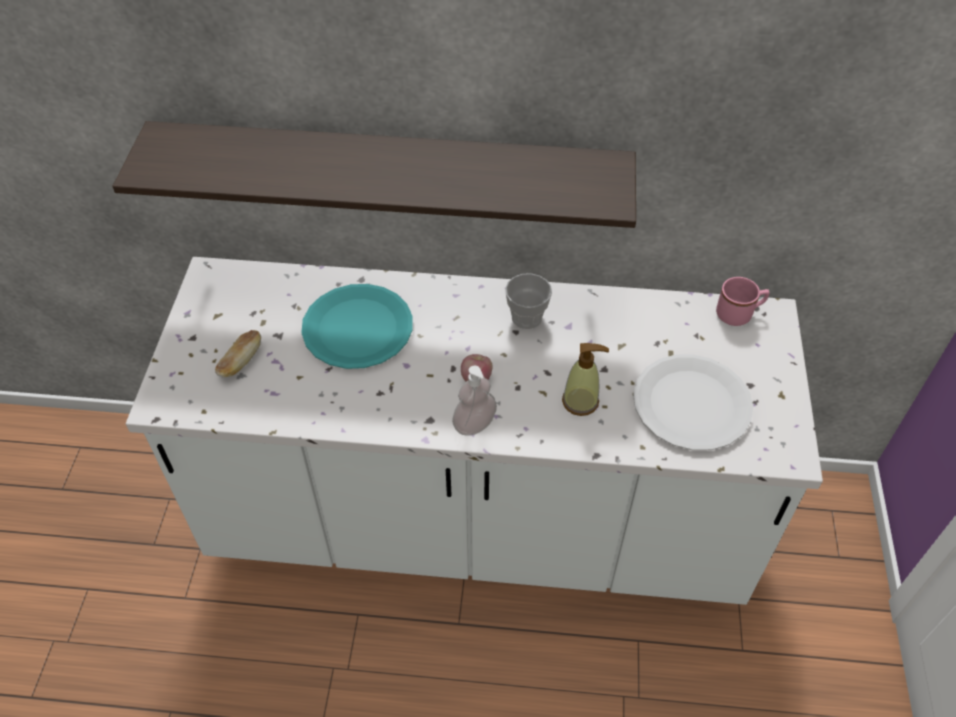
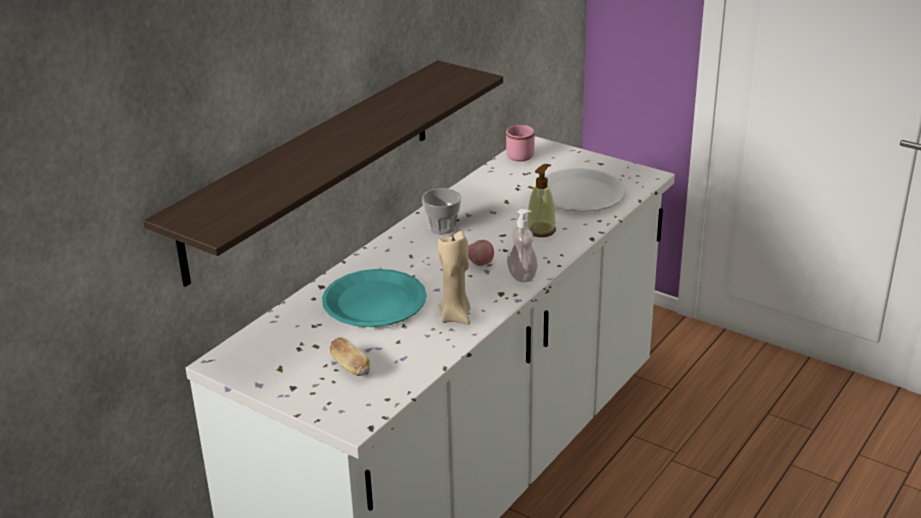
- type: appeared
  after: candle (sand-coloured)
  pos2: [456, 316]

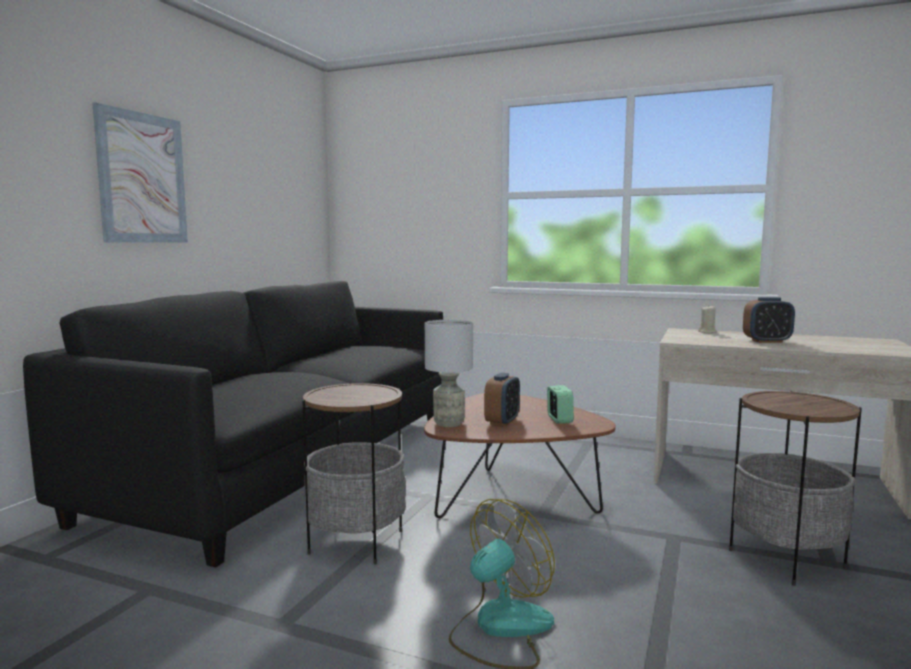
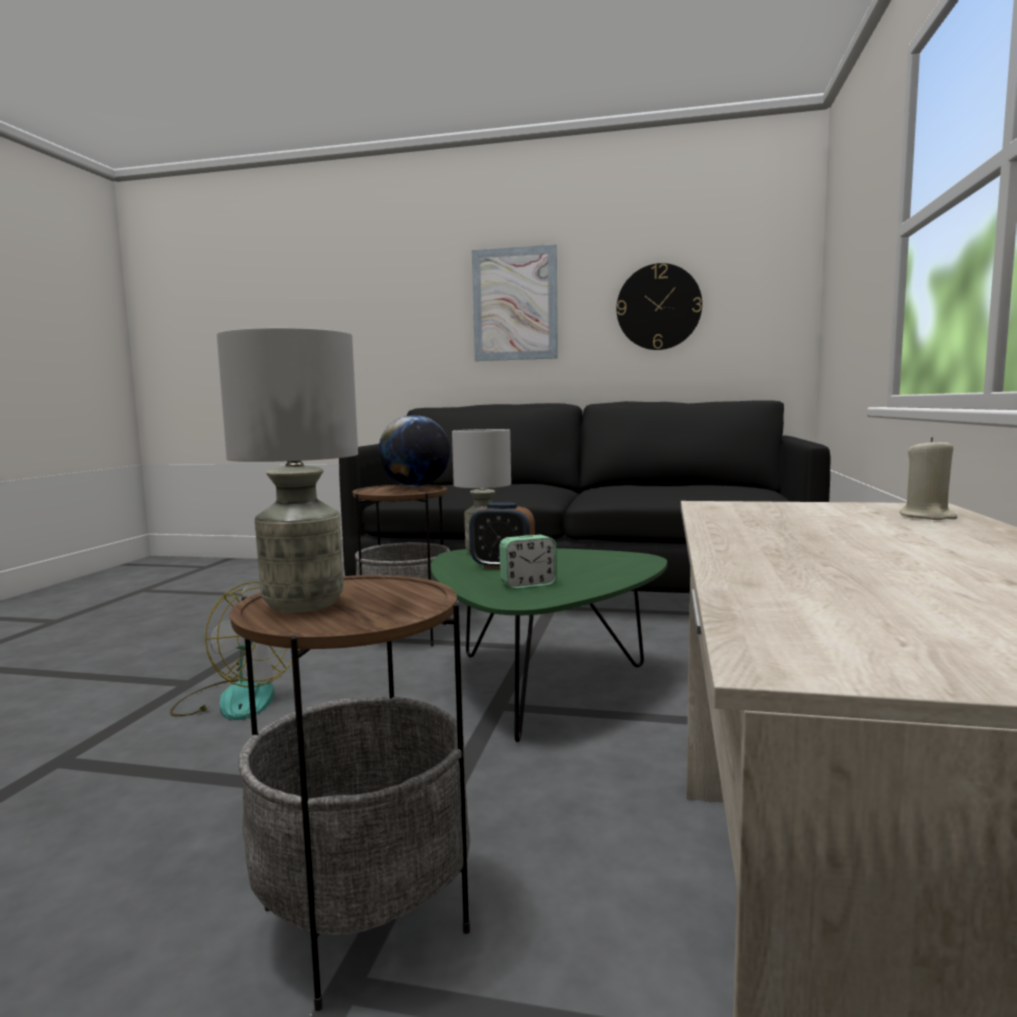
- type: missing
  before: table clock
  pos1: [767, 341]
- type: appeared
  after: table lamp (grey)
  pos2: [302, 603]
- type: appeared
  after: world globe
  pos2: [416, 486]
- type: appeared
  after: wall clock
  pos2: [658, 307]
- type: colour
  before: low table (brown-coloured)
  after: low table (green)
  pos1: [511, 499]
  pos2: [541, 686]

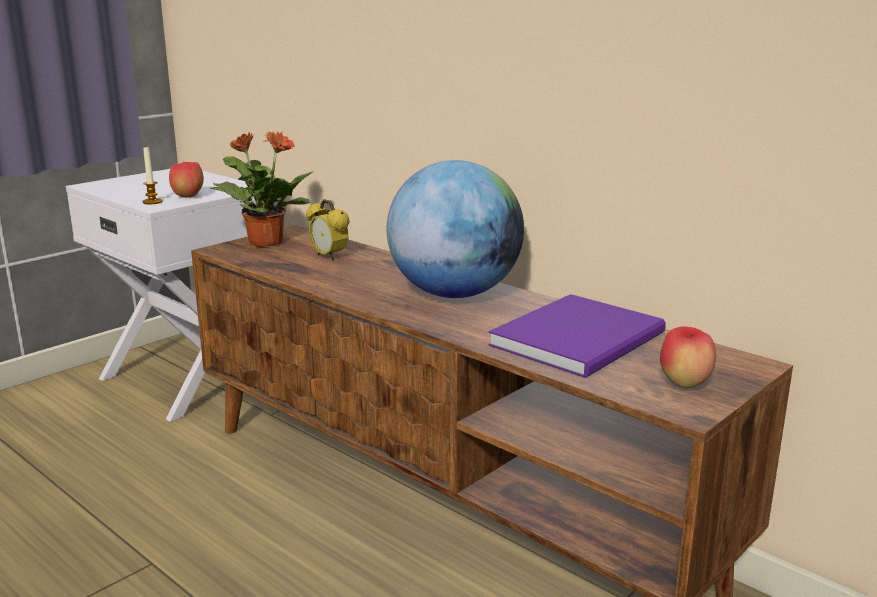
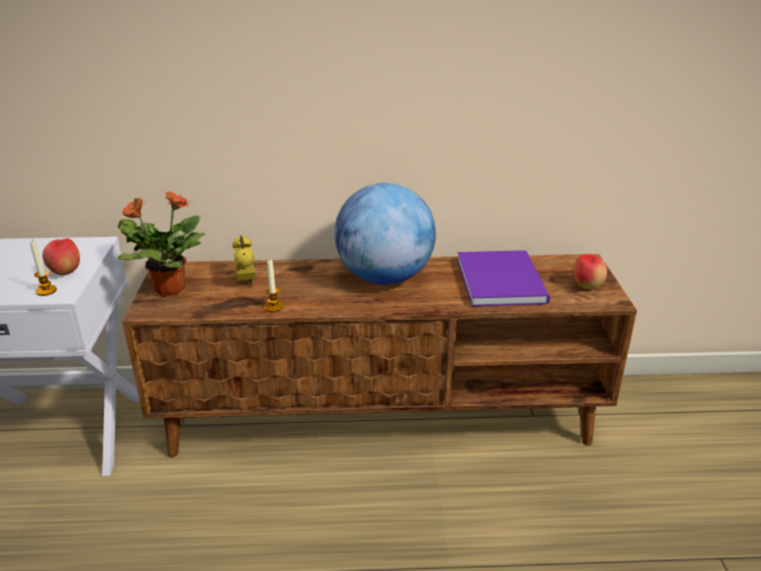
- type: appeared
  after: candle
  pos2: [274, 307]
- type: spun
  before: table clock
  pos1: [329, 257]
  pos2: [246, 282]
  turn: -105

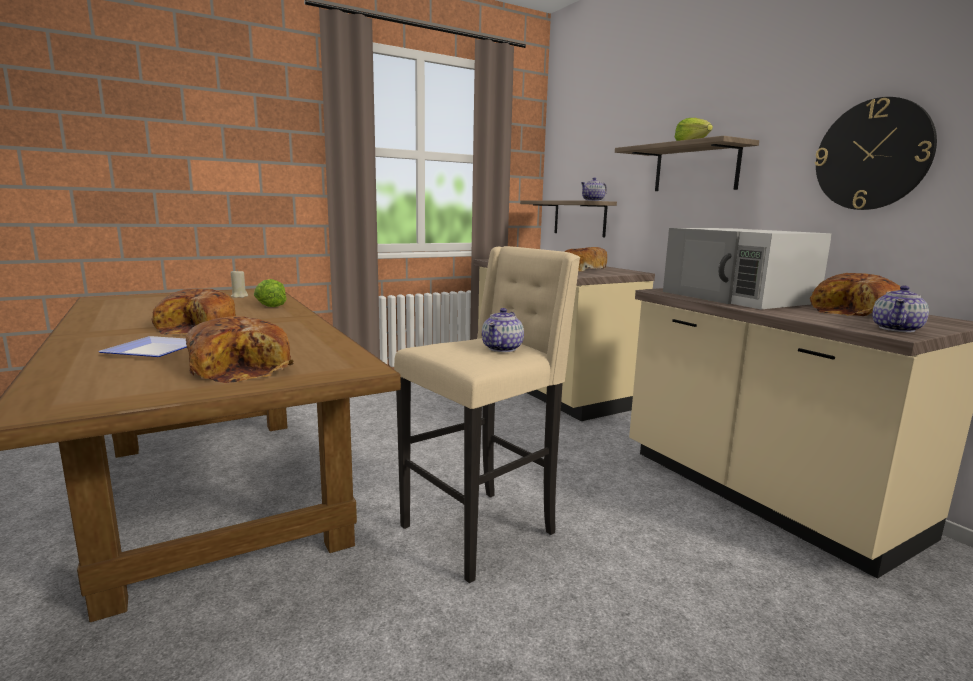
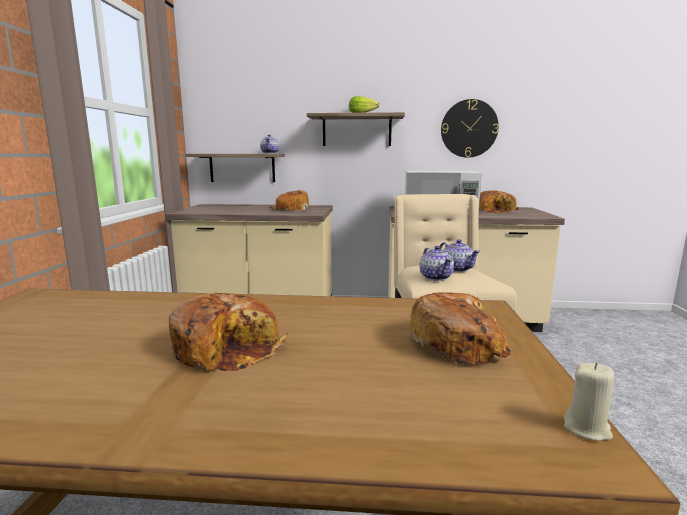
- type: missing
  before: dinner plate
  pos1: [150, 351]
- type: missing
  before: lettuce head
  pos1: [270, 305]
- type: relocated
  before: candle (sand-coloured)
  pos1: [239, 296]
  pos2: [587, 429]
- type: relocated
  before: tea pot
  pos1: [897, 329]
  pos2: [436, 277]

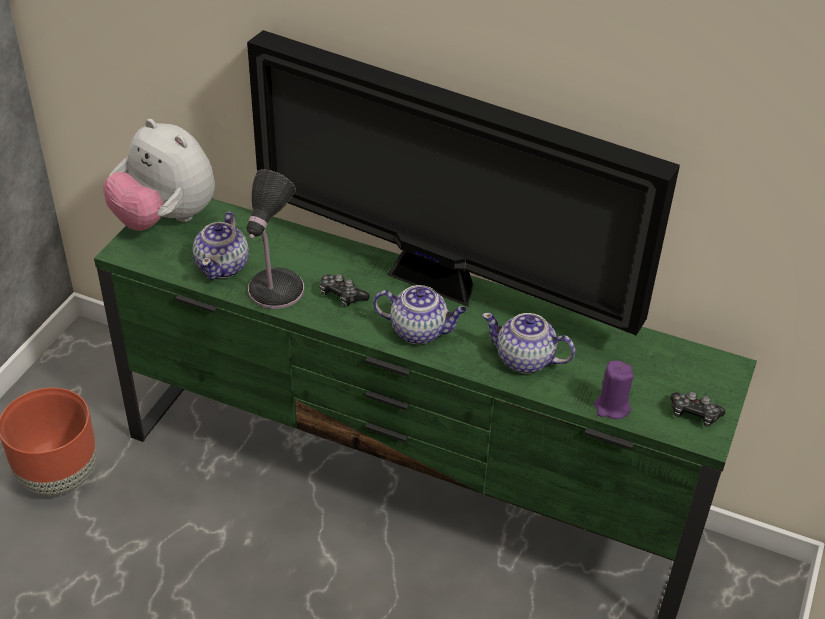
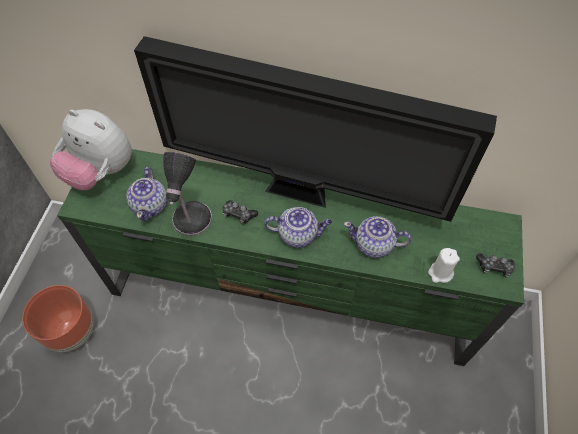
- type: colour
  before: candle (purple-coloured)
  after: candle (white)
  pos1: [611, 407]
  pos2: [440, 273]

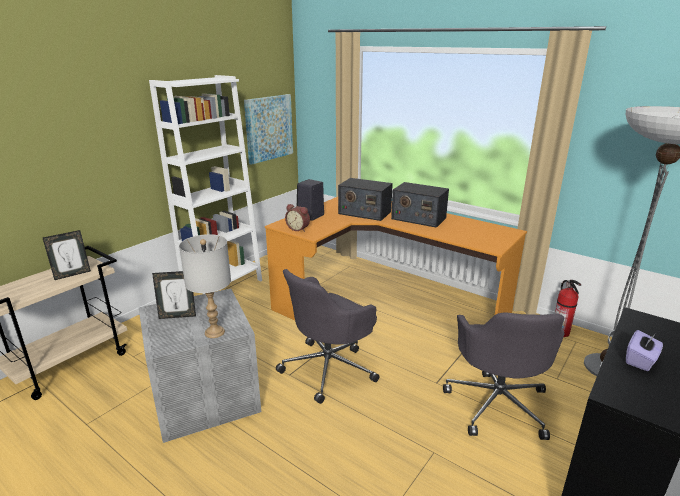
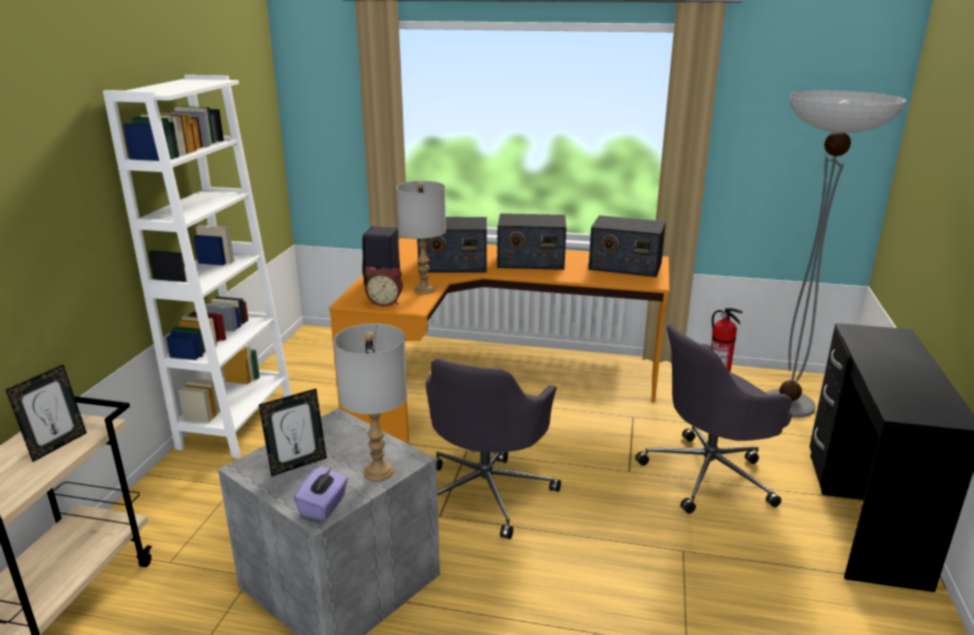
- type: missing
  before: wall art
  pos1: [268, 128]
- type: appeared
  after: table lamp (grey)
  pos2: [424, 290]
- type: appeared
  after: radio
  pos2: [624, 266]
- type: relocated
  before: tissue holder (purple-coloured)
  pos1: [640, 360]
  pos2: [324, 506]
- type: spun
  before: office chair (grey)
  pos1: [497, 403]
  pos2: [710, 474]
  turn: 90

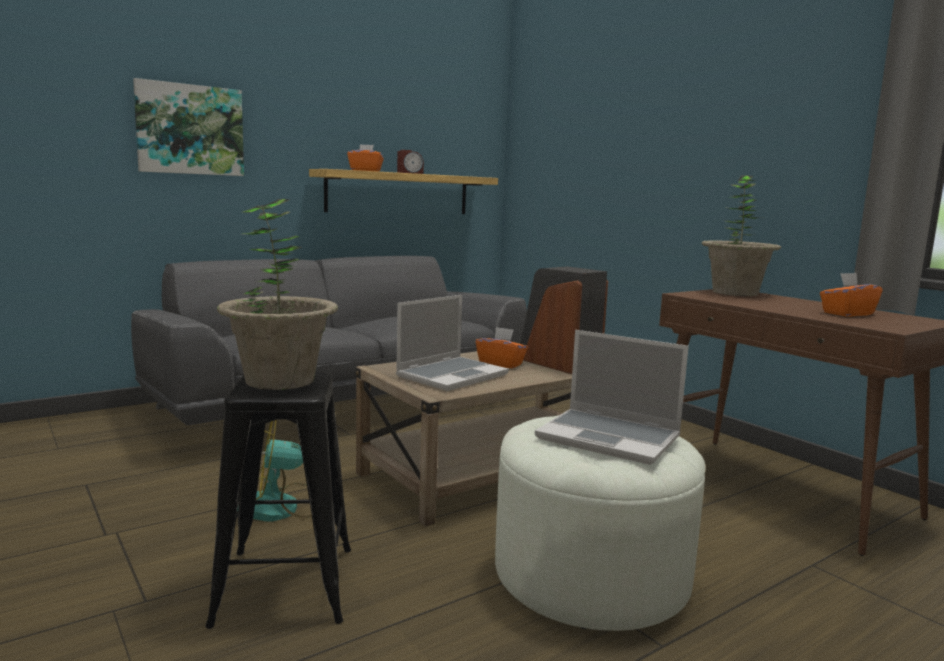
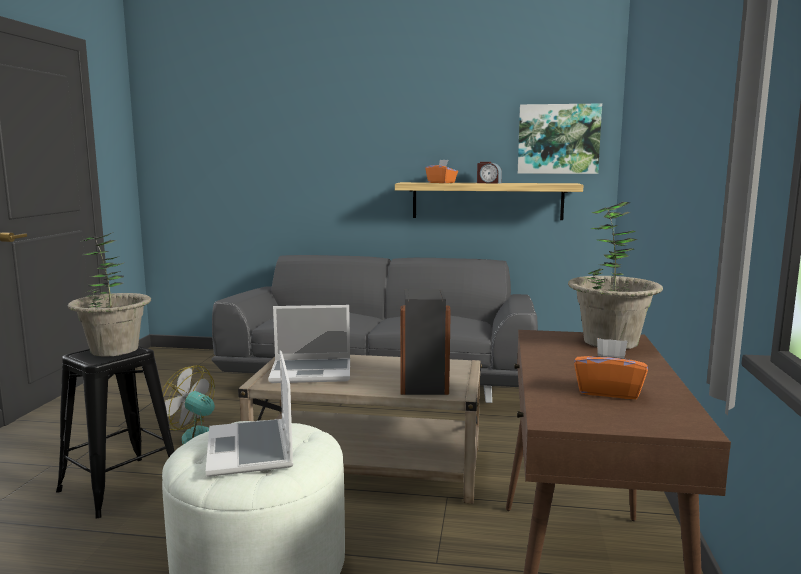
- type: missing
  before: tissue holder (orange-coloured)
  pos1: [501, 364]
- type: relocated
  before: wall art
  pos1: [190, 130]
  pos2: [558, 139]

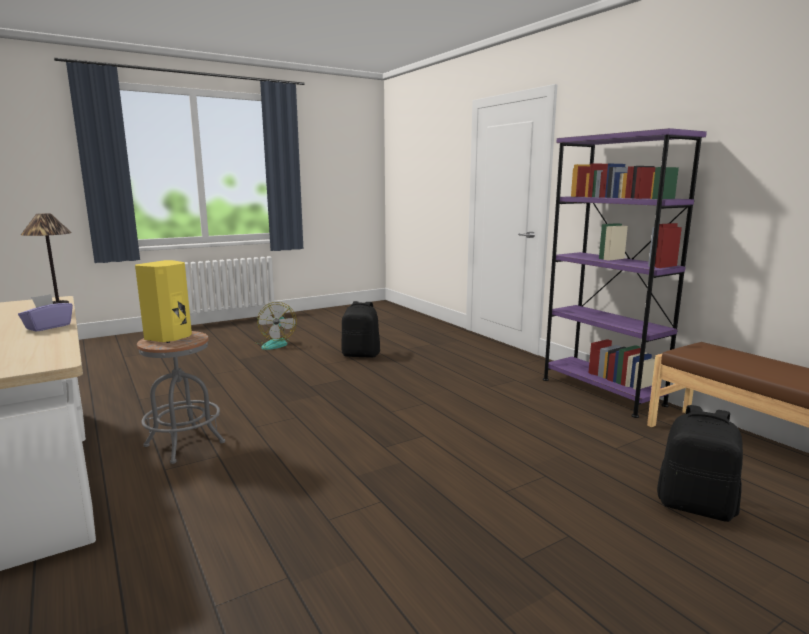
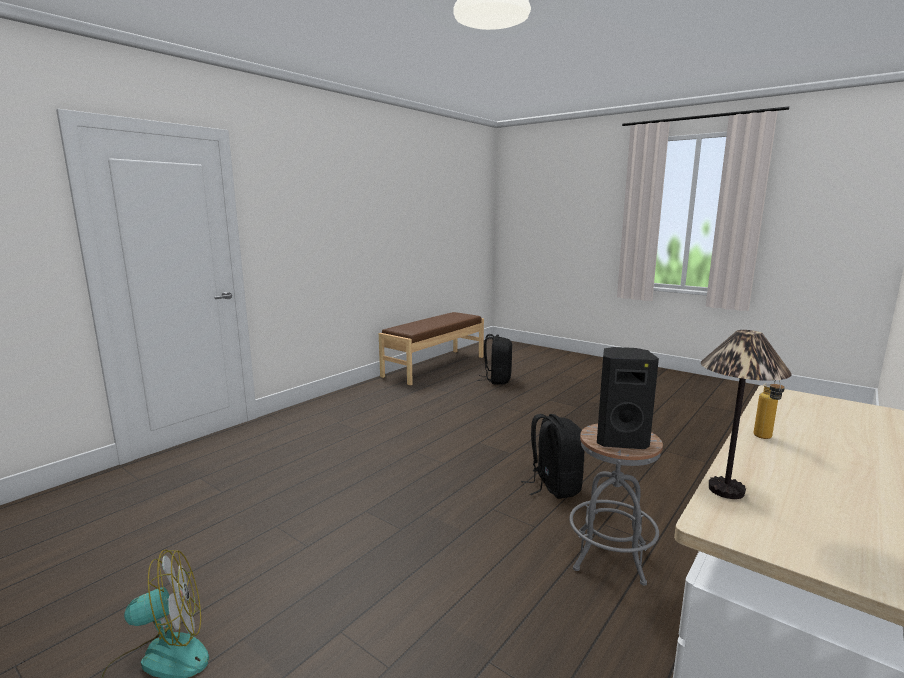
- type: missing
  before: bookshelf (purple-coloured)
  pos1: [601, 392]
- type: relocated
  before: backpack (blackish)
  pos1: [361, 355]
  pos2: [553, 486]
- type: exchanged
  before: tissue holder (purple-coloured)
  after: bottle
  pos1: [48, 327]
  pos2: [765, 439]
- type: colour
  before: audio speaker (yellow-coloured)
  after: audio speaker (blackish)
  pos1: [170, 338]
  pos2: [620, 440]

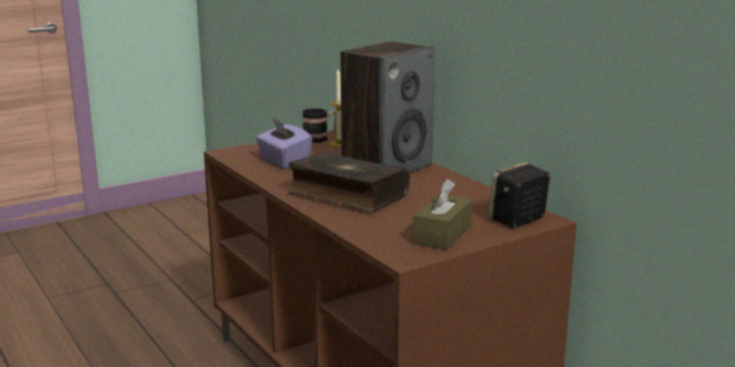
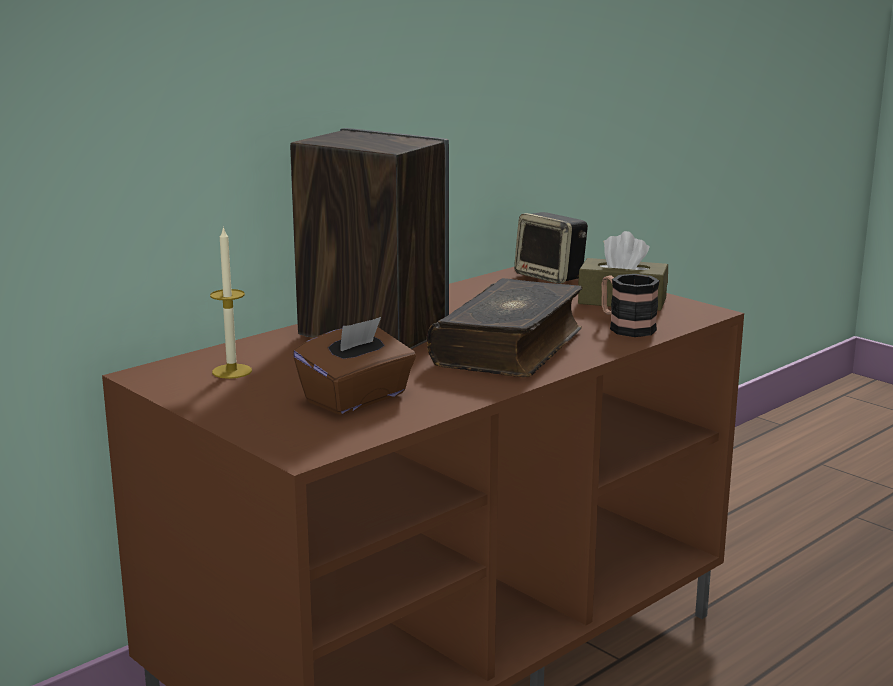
- type: relocated
  before: coffee mug
  pos1: [320, 138]
  pos2: [625, 327]
- type: colour
  before: tissue holder (purple-coloured)
  after: tissue holder (brown-coloured)
  pos1: [283, 162]
  pos2: [357, 399]

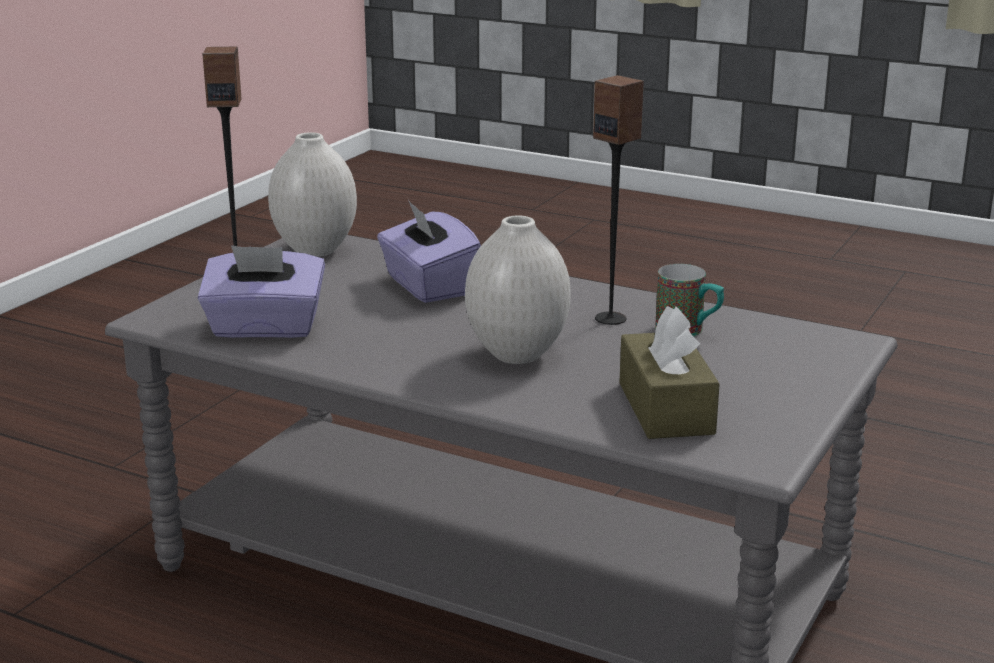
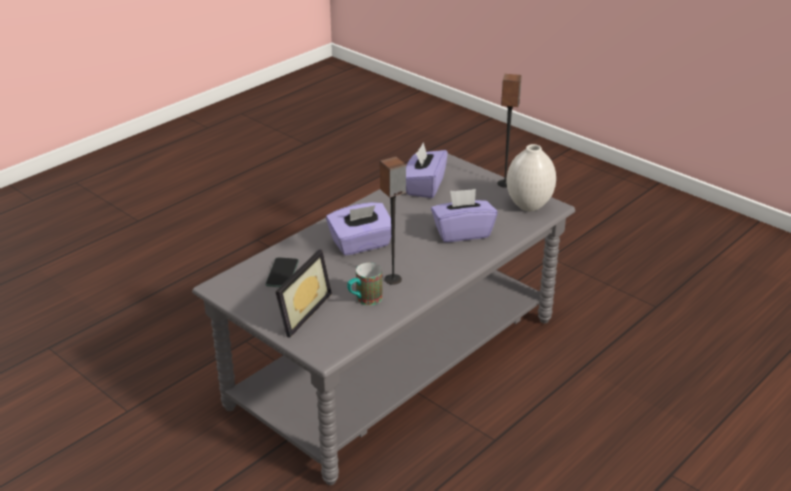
- type: appeared
  after: photo frame
  pos2: [298, 311]
- type: exchanged
  before: flower vase (white)
  after: tissue holder (purple-coloured)
  pos1: [515, 355]
  pos2: [361, 244]
- type: exchanged
  before: tissue holder (brown-coloured)
  after: phone
  pos1: [665, 408]
  pos2: [282, 273]

